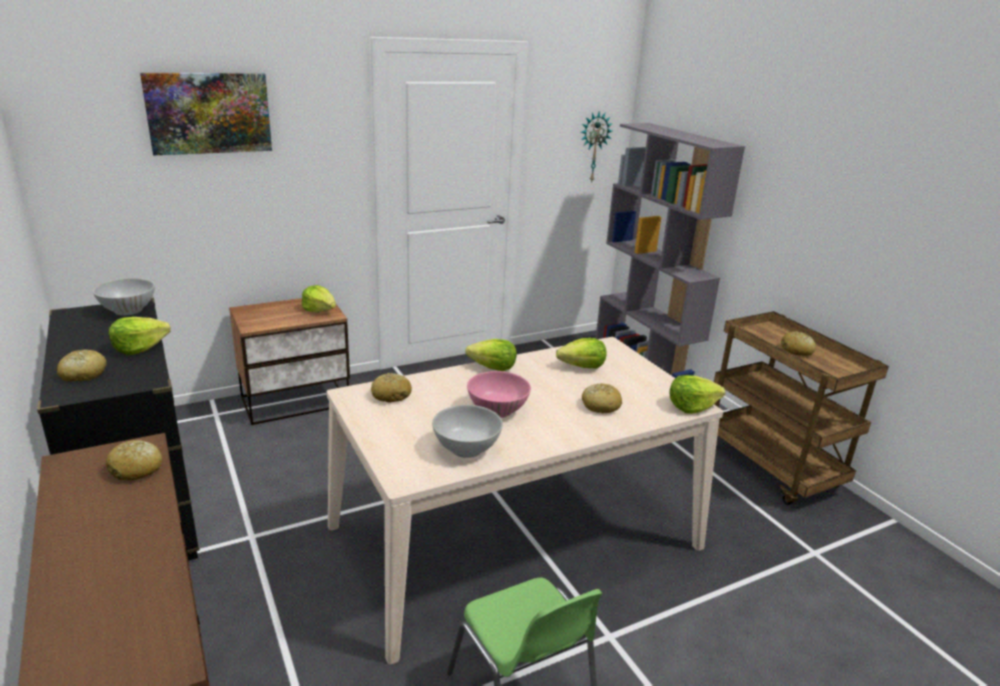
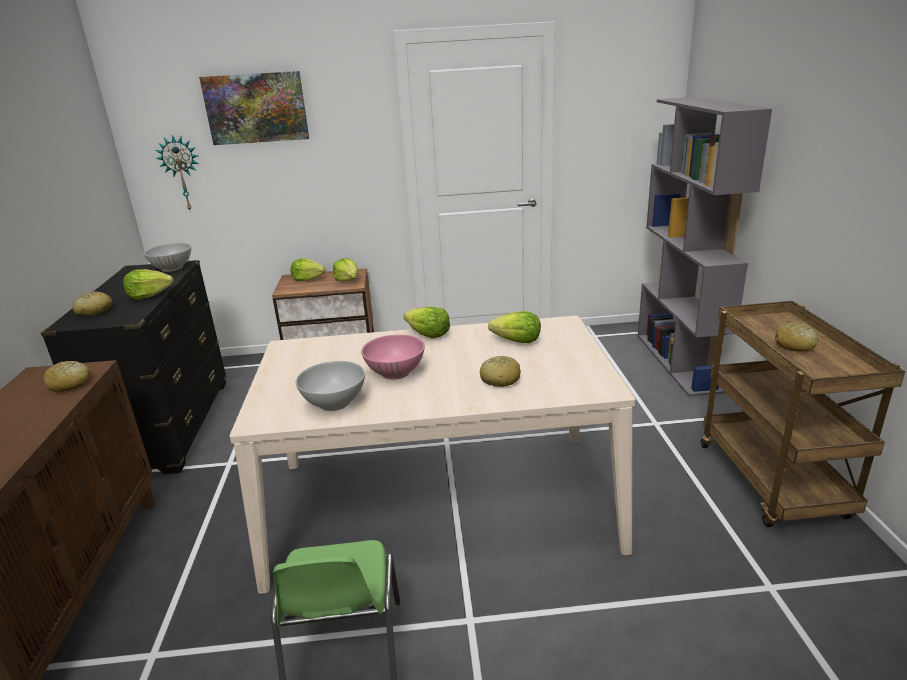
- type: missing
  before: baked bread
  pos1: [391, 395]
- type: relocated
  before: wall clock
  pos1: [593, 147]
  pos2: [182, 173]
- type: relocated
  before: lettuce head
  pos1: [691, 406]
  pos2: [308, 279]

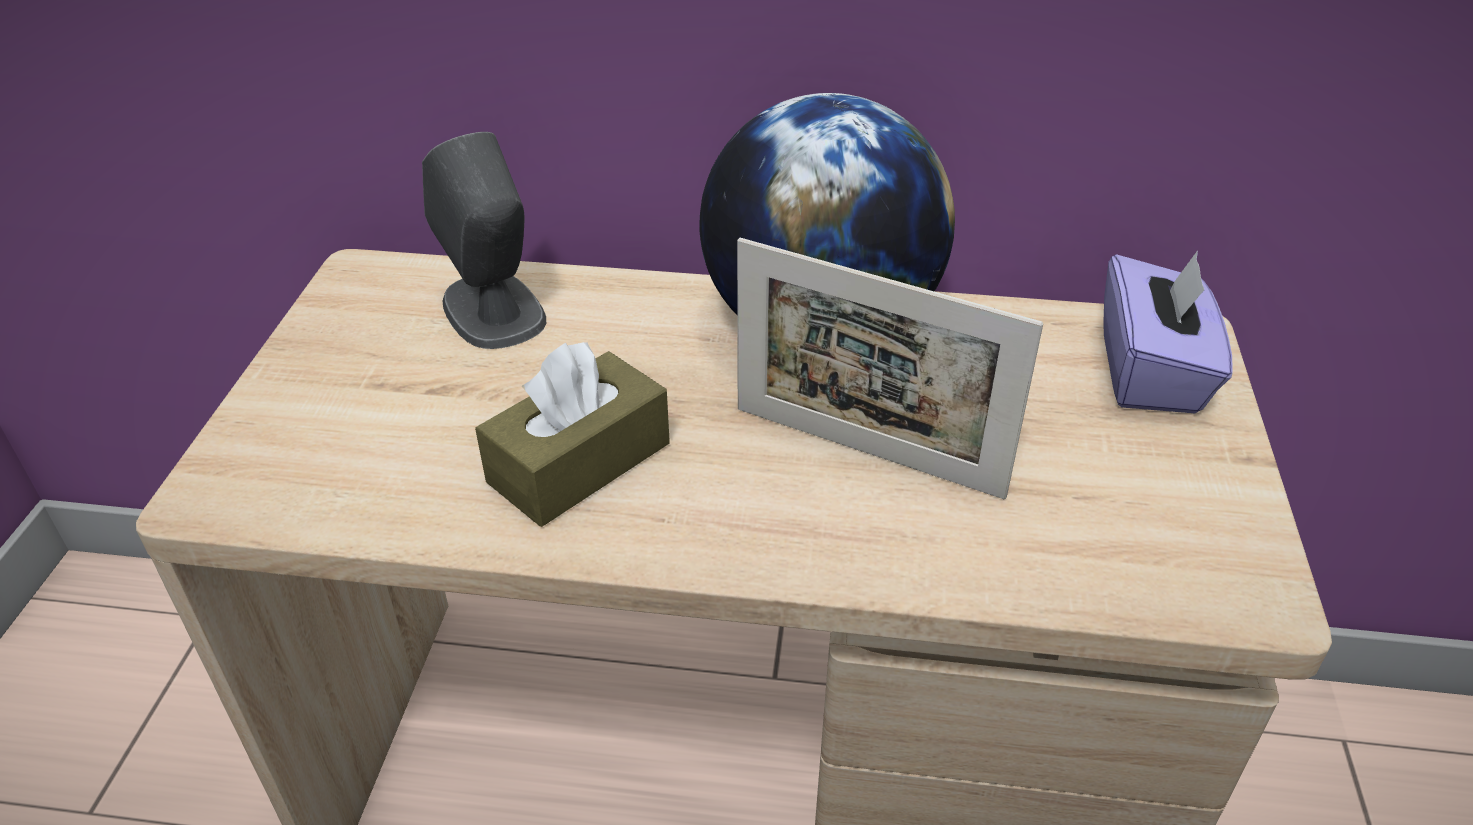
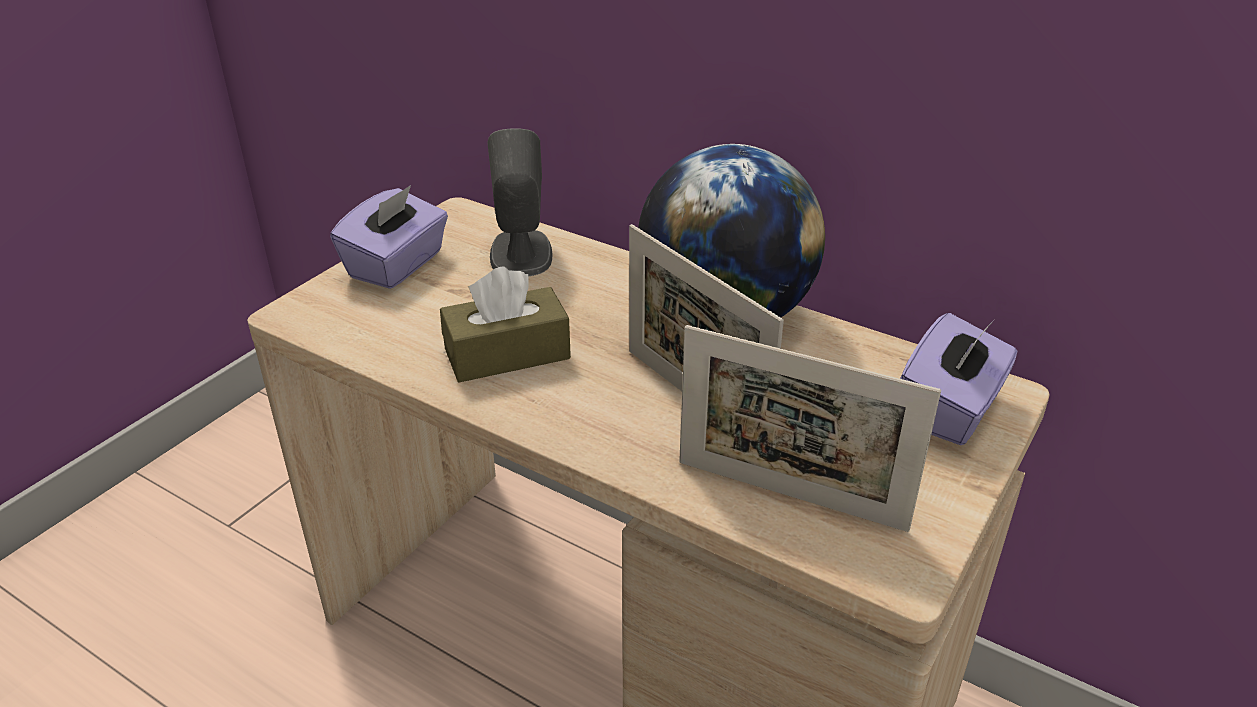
- type: appeared
  after: tissue holder (purple-coloured)
  pos2: [397, 265]
- type: appeared
  after: photo frame
  pos2: [790, 495]

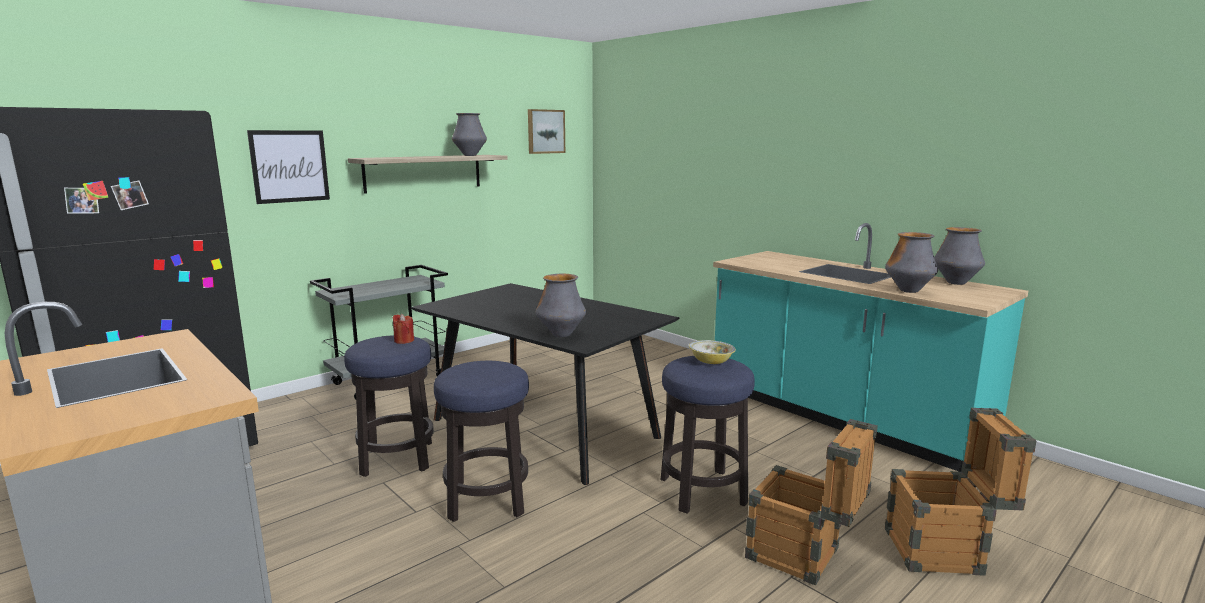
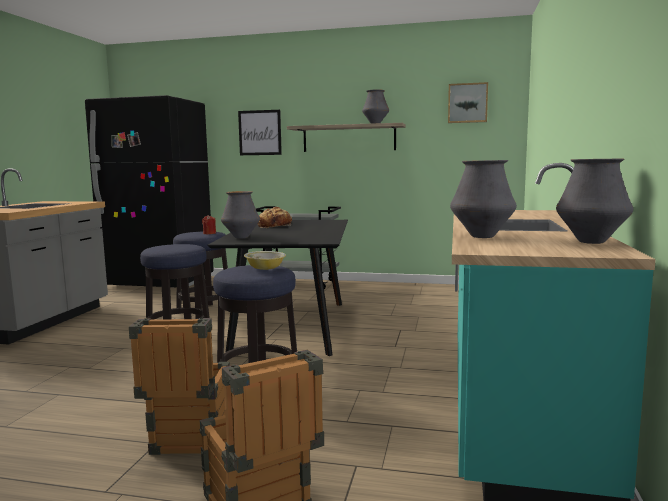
- type: appeared
  after: baked bread
  pos2: [275, 226]

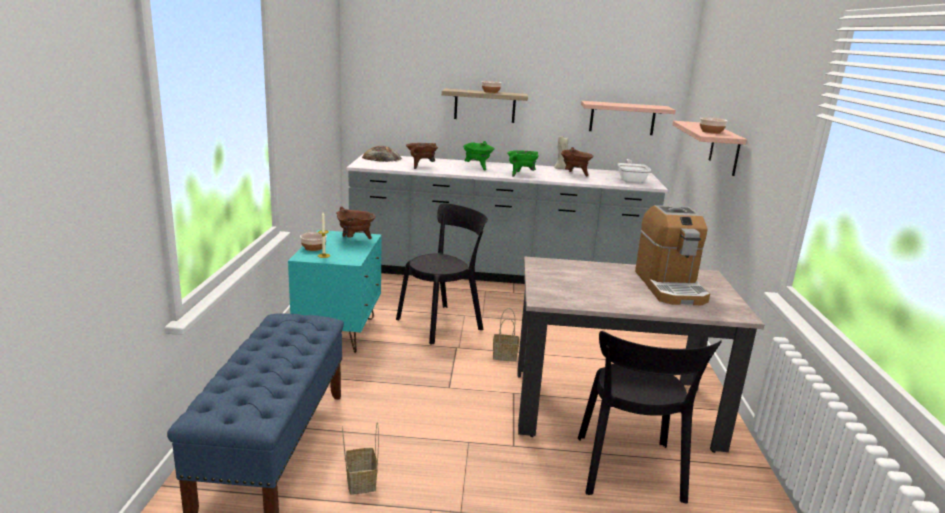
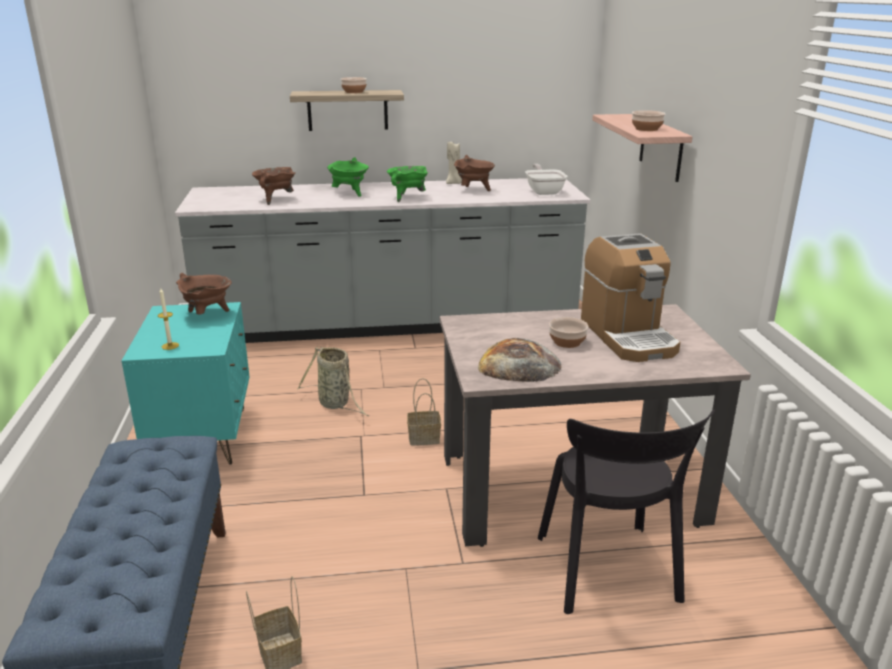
- type: missing
  before: wall shelf
  pos1: [622, 118]
- type: relocated
  before: bowl
  pos1: [313, 248]
  pos2: [566, 342]
- type: relocated
  before: baked bread
  pos1: [381, 158]
  pos2: [519, 365]
- type: exchanged
  before: upright chair (blackish)
  after: basket
  pos1: [442, 323]
  pos2: [335, 404]

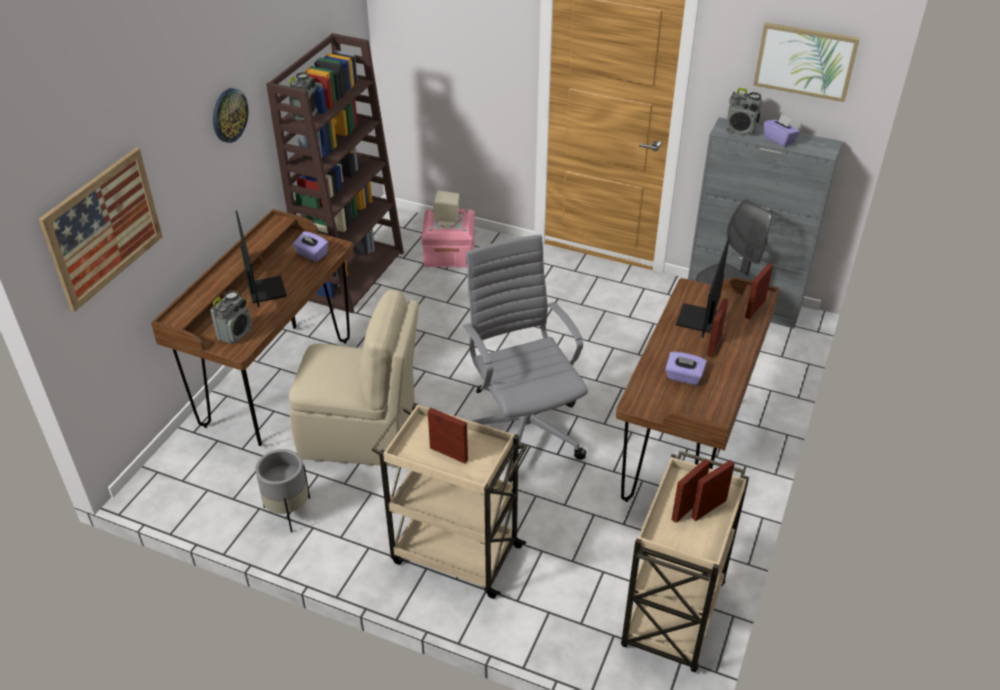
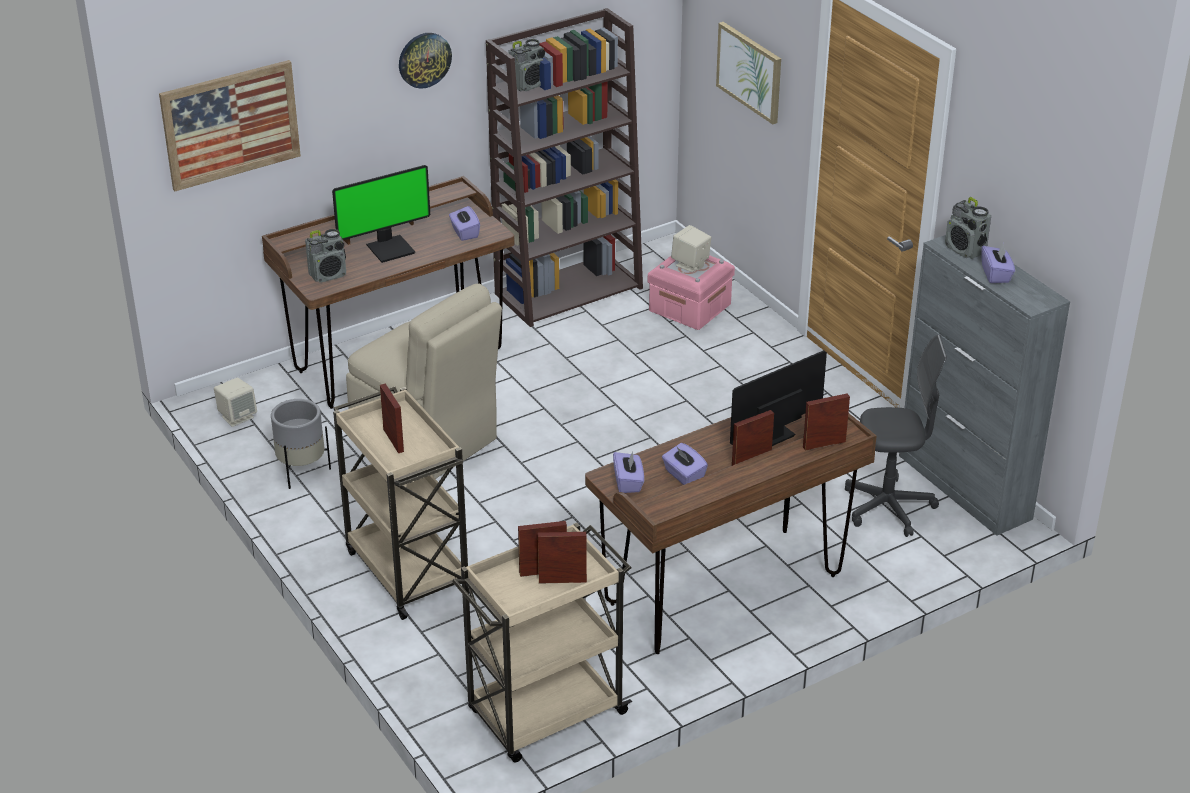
- type: missing
  before: office chair (grey)
  pos1: [523, 429]
- type: appeared
  after: audio speaker (sand-coloured)
  pos2: [237, 417]
- type: appeared
  after: tissue holder (purple-coloured)
  pos2: [628, 482]
- type: relocated
  before: wall art
  pos1: [805, 61]
  pos2: [750, 72]
- type: spun
  before: computer screen
  pos1: [264, 290]
  pos2: [390, 248]
  turn: 45

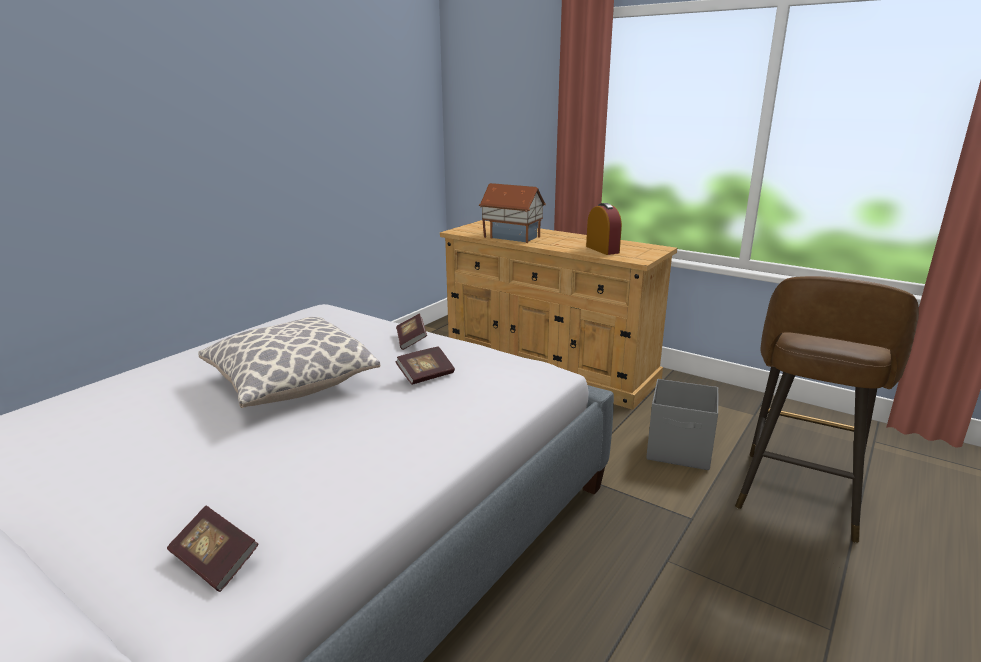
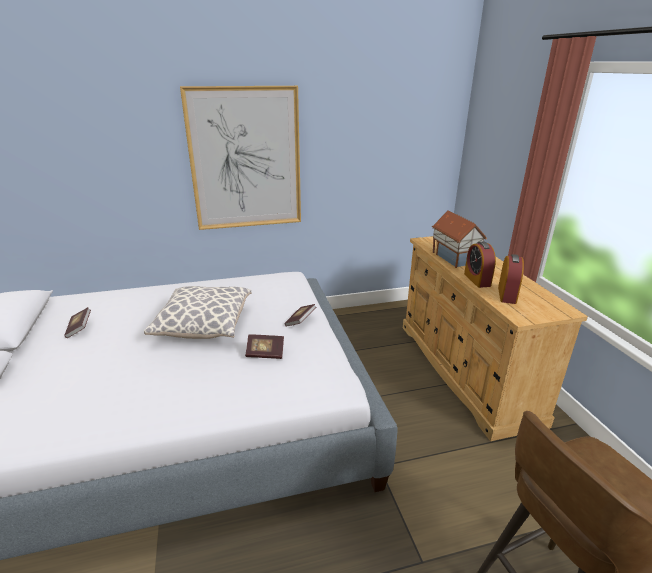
- type: missing
  before: storage bin (grey)
  pos1: [680, 450]
- type: appeared
  after: wall art
  pos2: [246, 160]
- type: appeared
  after: table clock
  pos2: [477, 280]
- type: relocated
  before: book
  pos1: [215, 561]
  pos2: [79, 328]

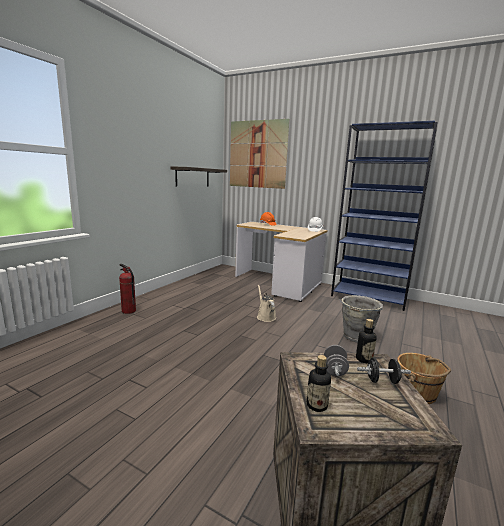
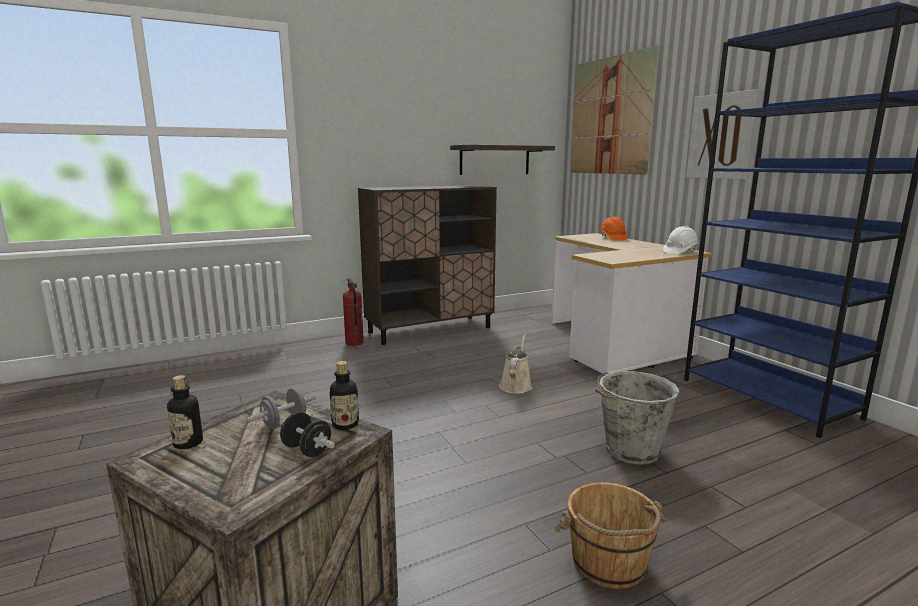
- type: appeared
  after: cupboard (brown-coloured)
  pos2: [430, 330]
- type: appeared
  after: wall art
  pos2: [720, 136]

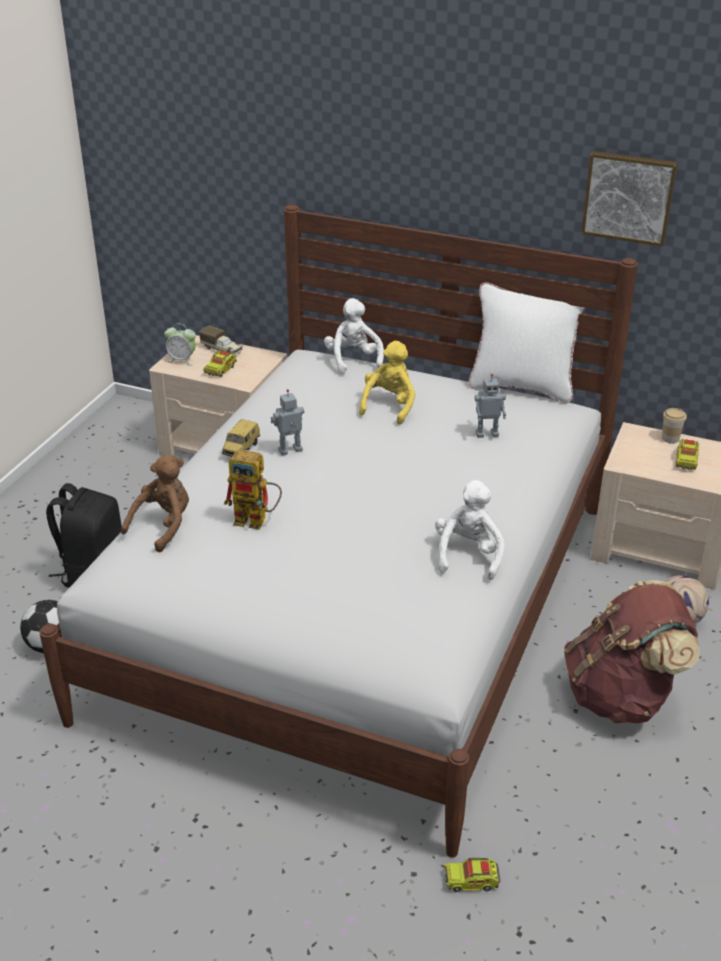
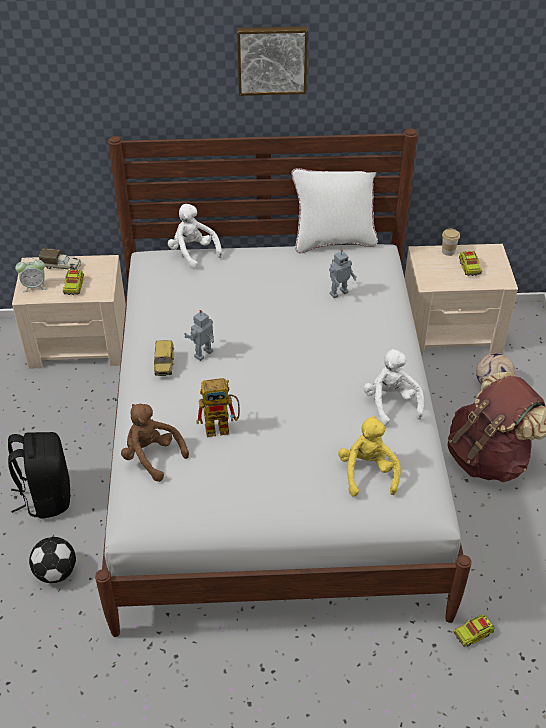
- type: relocated
  before: plush toy (yellow-coloured)
  pos1: [389, 406]
  pos2: [367, 472]
- type: relocated
  before: wall art
  pos1: [629, 197]
  pos2: [272, 59]
- type: spun
  before: plush toy (brown-coloured)
  pos1: [163, 526]
  pos2: [152, 456]
  turn: -60

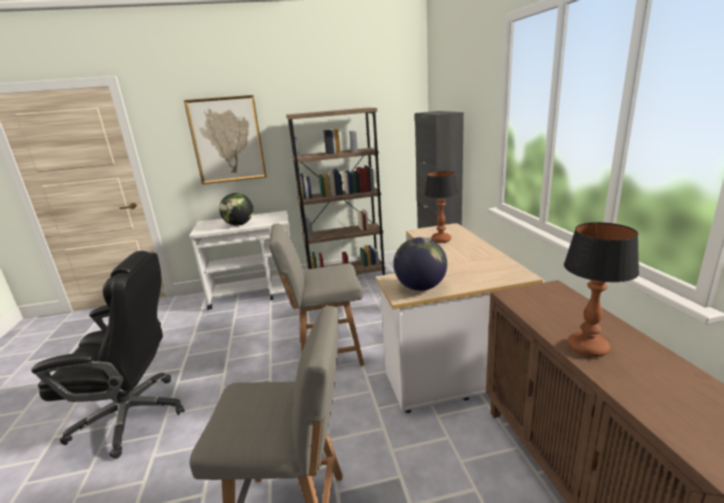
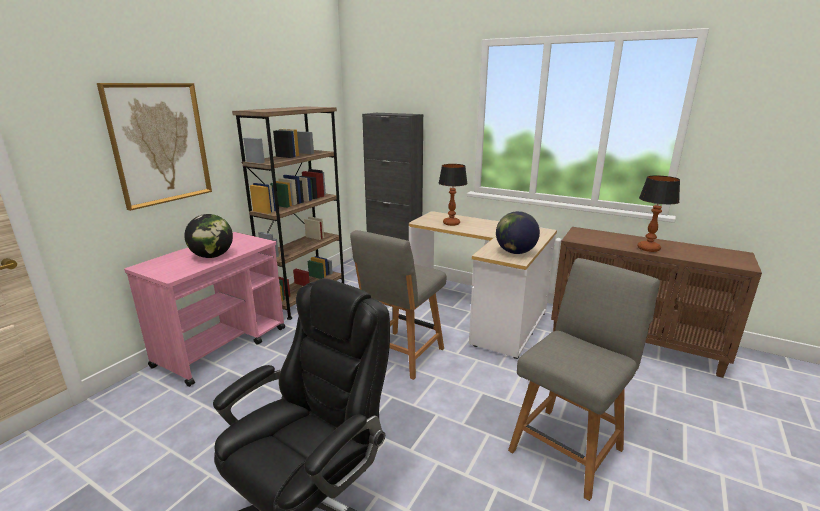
- type: colour
  before: cart (white)
  after: cart (pink)
  pos1: [256, 293]
  pos2: [223, 346]

